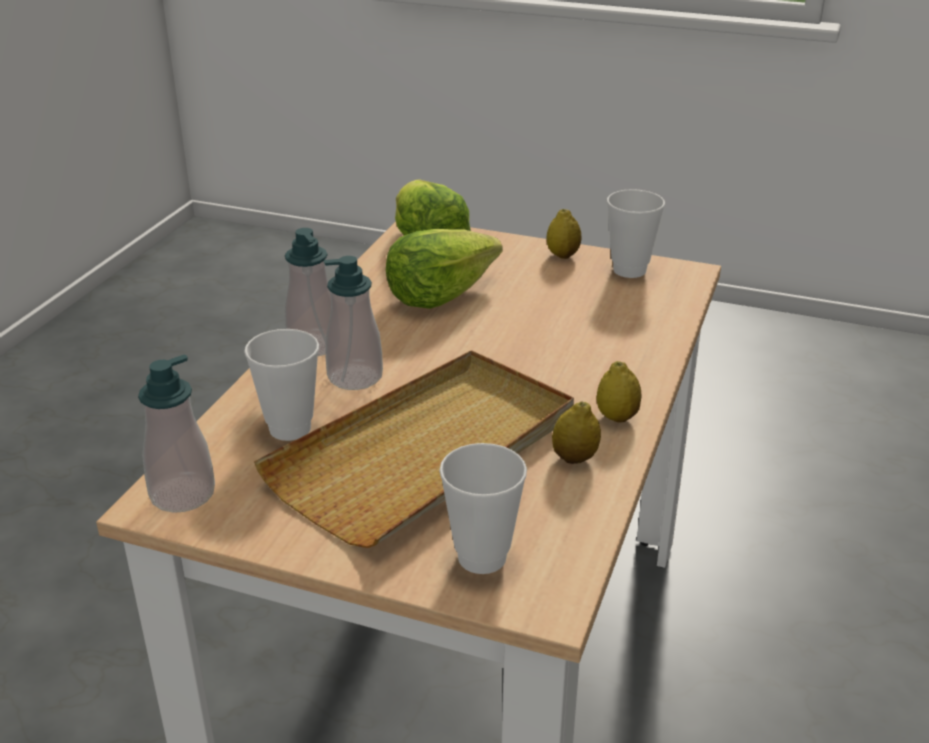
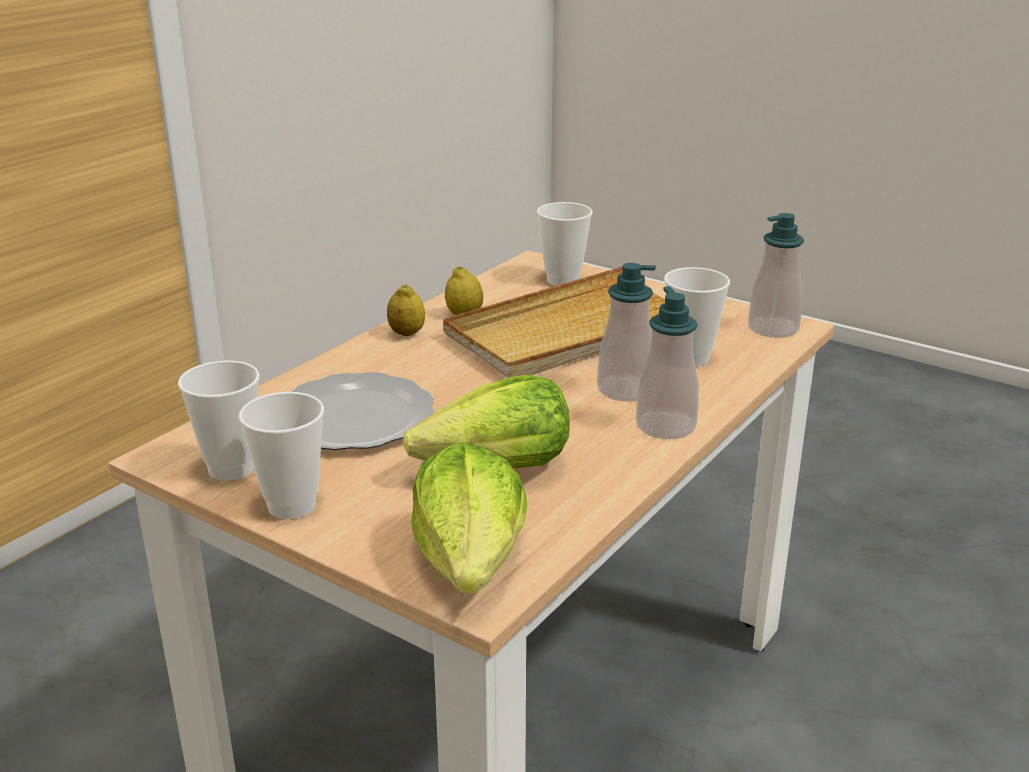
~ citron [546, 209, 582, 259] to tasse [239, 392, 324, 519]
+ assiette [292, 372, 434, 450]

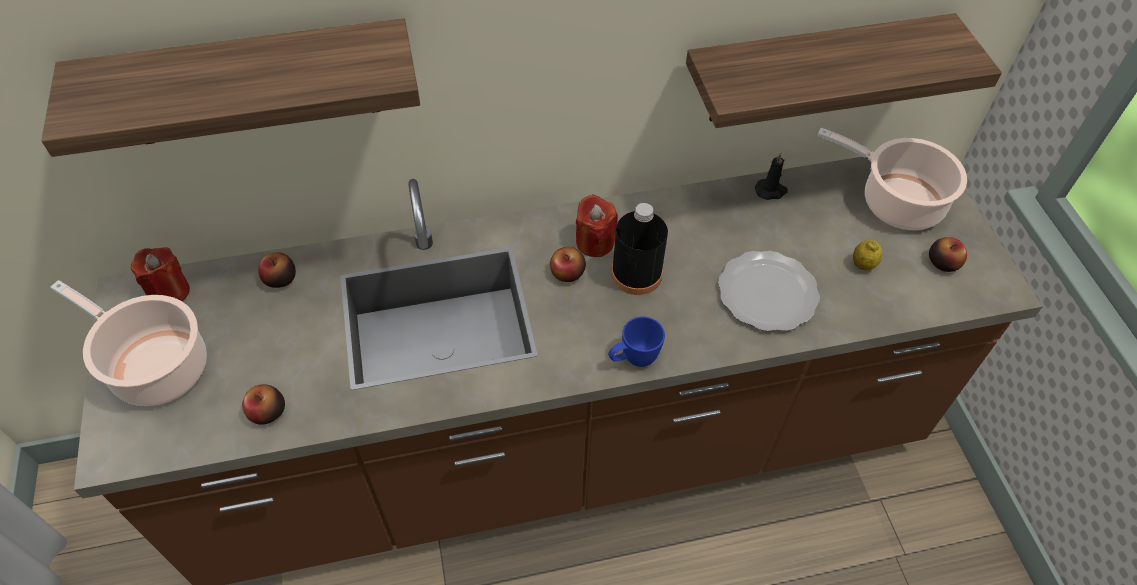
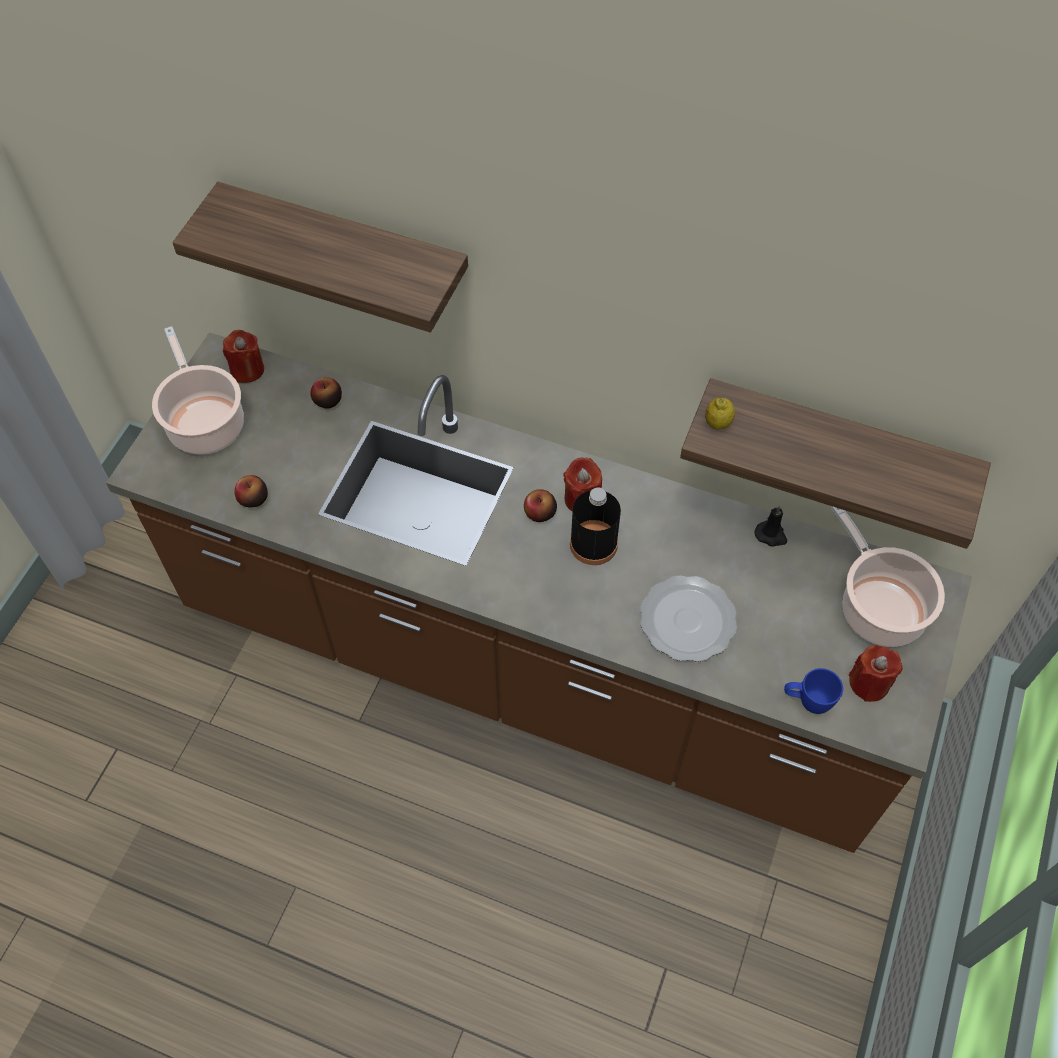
~ pomme [929, 237, 967, 272] to bougie (rouge) [849, 645, 903, 702]
~ citron [853, 240, 882, 270] to [705, 398, 735, 430]
~ mug (bleu) [608, 316, 665, 367] to [784, 668, 843, 714]

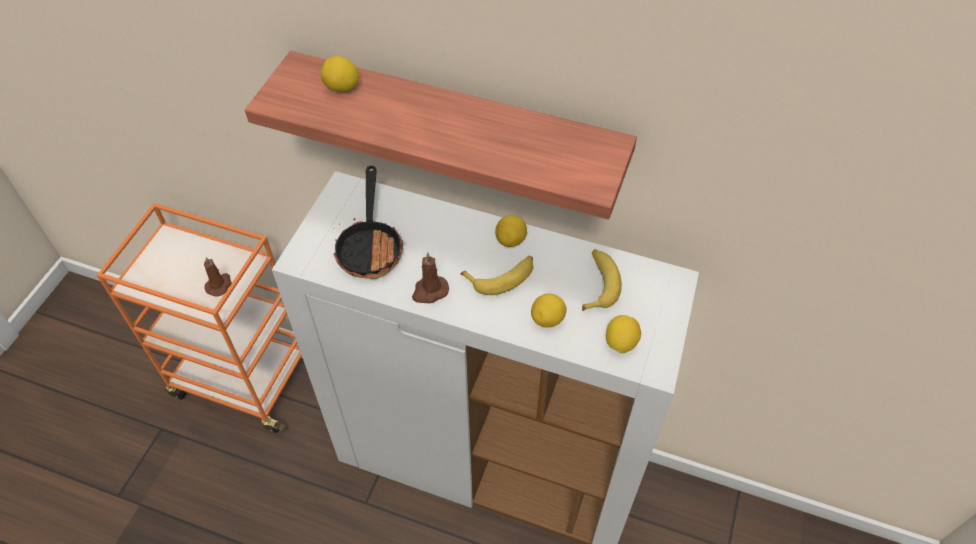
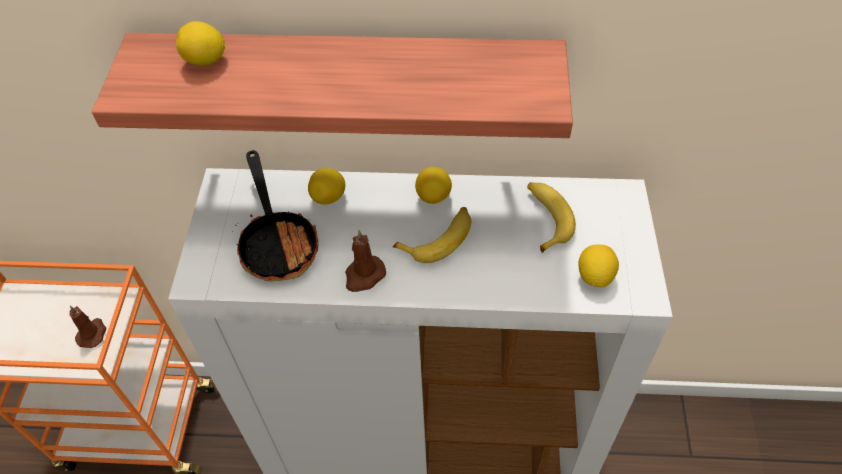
~ citron [531, 294, 566, 328] to [308, 168, 345, 205]

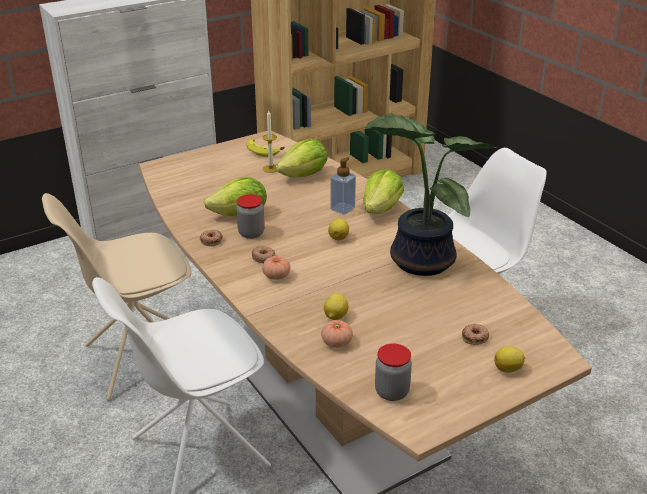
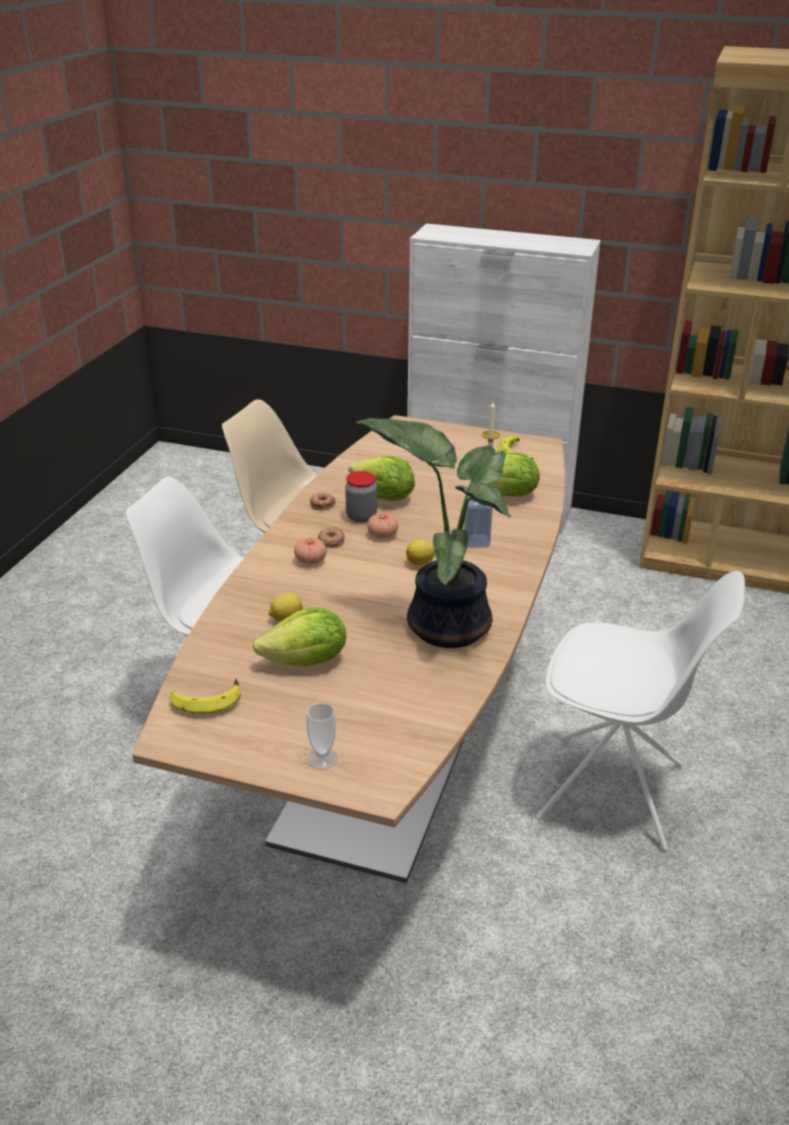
~ laitue [363, 169, 404, 214] to [253, 607, 346, 666]
~ tomate [321, 320, 353, 348] to [367, 513, 398, 539]
- beignet [462, 324, 489, 345]
~ bocal [375, 343, 412, 401] to banane [170, 678, 241, 714]
~ citron [494, 346, 525, 373] to tasse [306, 702, 338, 770]

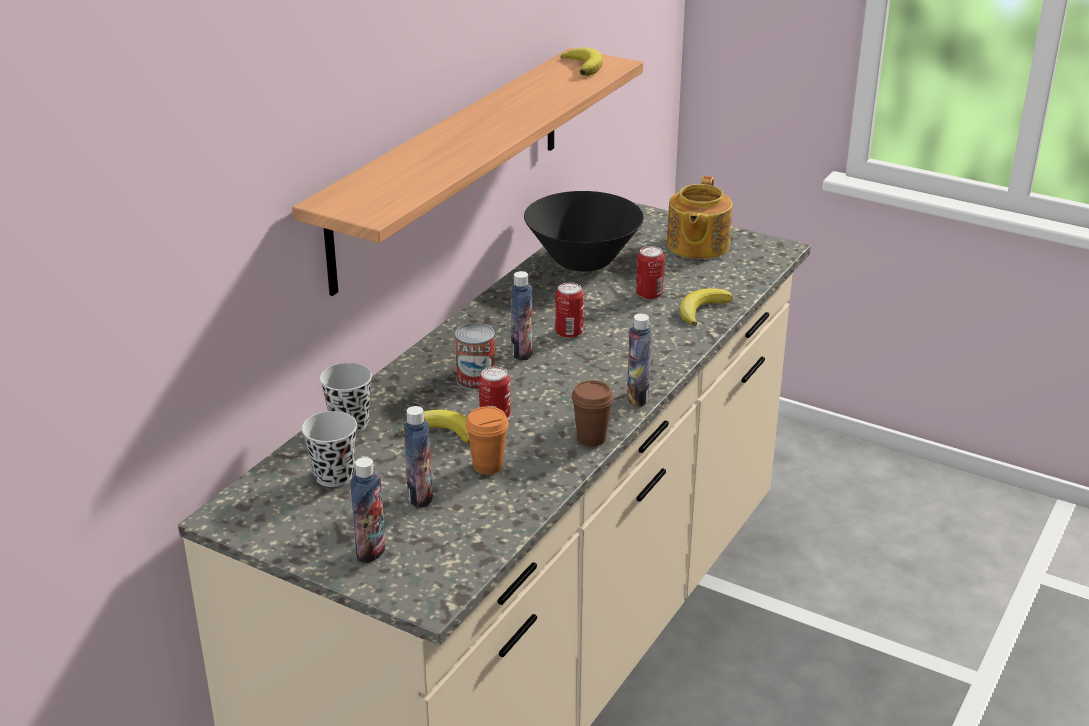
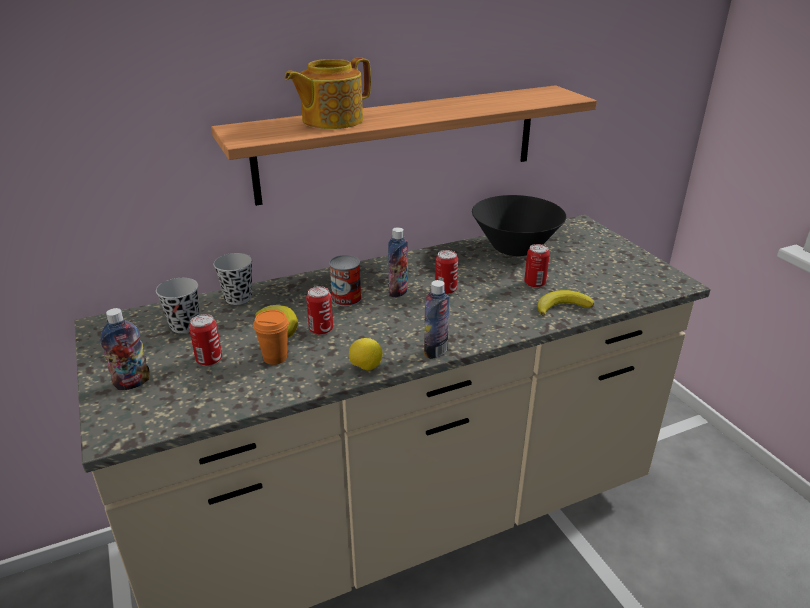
- banane [561, 47, 603, 76]
~ théière [667, 176, 732, 259] to [285, 57, 371, 129]
~ tasse (marron) [572, 380, 614, 447] to citron [349, 338, 383, 371]
~ bouteille [403, 406, 433, 508] to boîte métallique [189, 314, 222, 366]

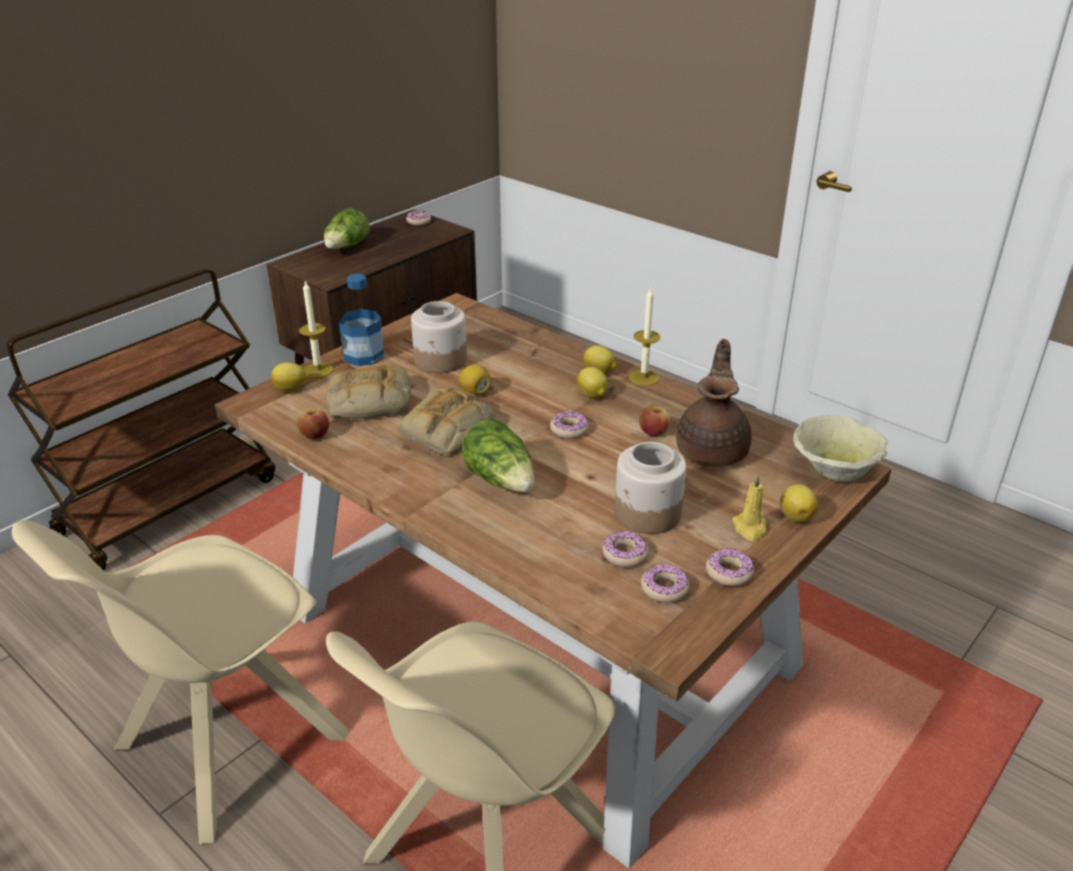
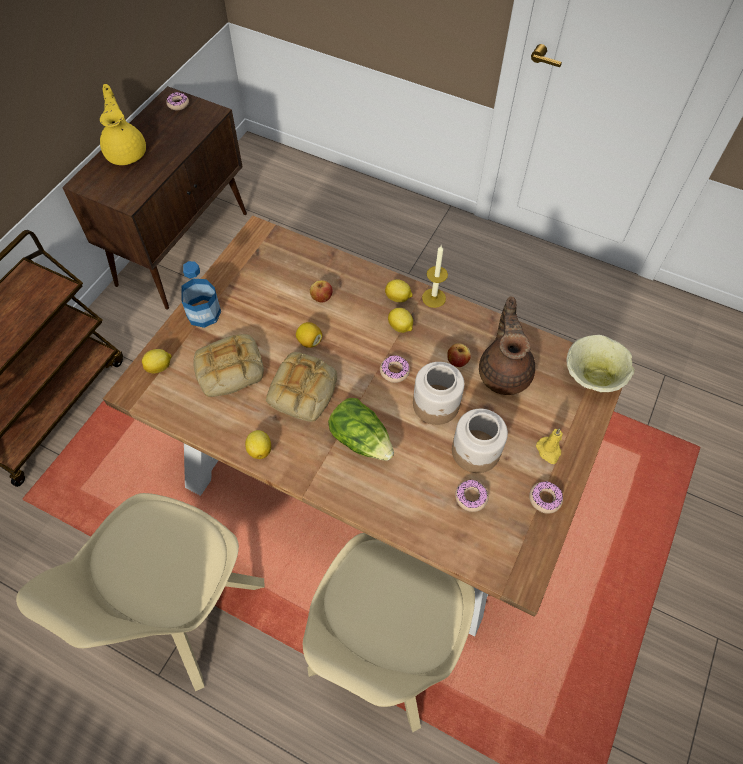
~ laitue [324, 208, 370, 249] to théière (jaune) [100, 84, 146, 165]
- bougie [299, 280, 334, 378]
~ bocal [411, 301, 467, 373] to [413, 362, 464, 425]
~ pomme [297, 409, 329, 440] to [310, 280, 333, 302]
~ citron [781, 484, 818, 522] to [245, 430, 271, 459]
- beignet [641, 564, 690, 603]

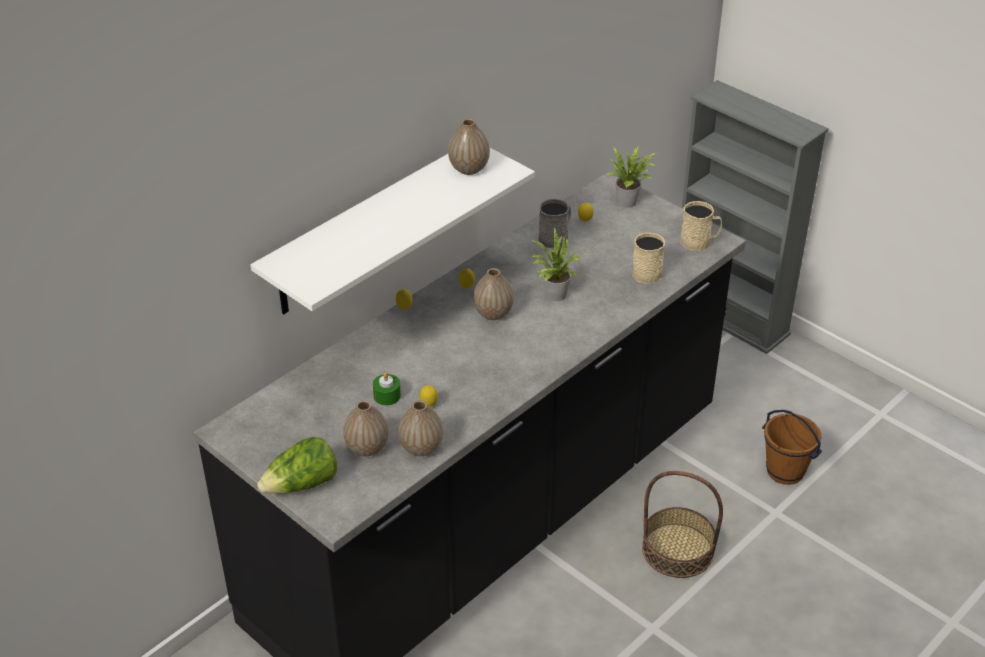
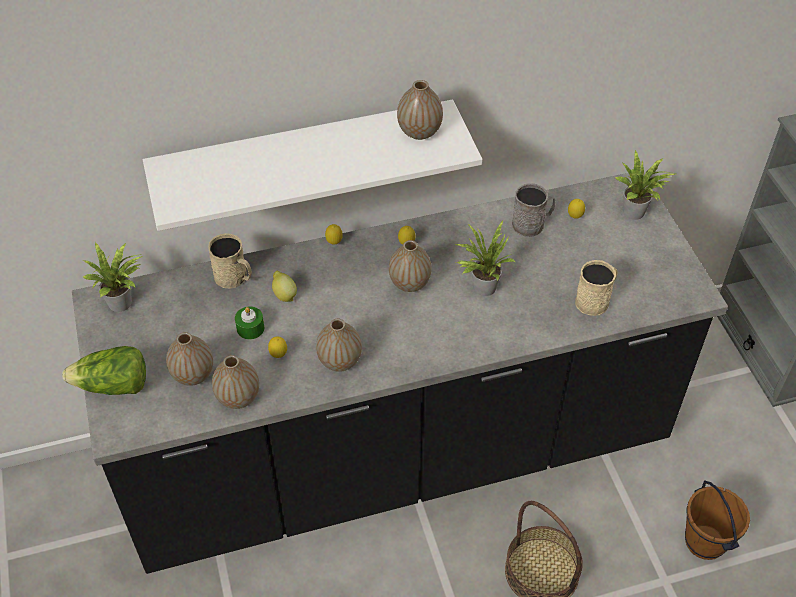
~ mug (beige) [680, 201, 722, 251] to [208, 233, 252, 288]
+ plante en pot [83, 242, 142, 312]
+ citron [272, 271, 297, 302]
+ vase [316, 319, 362, 372]

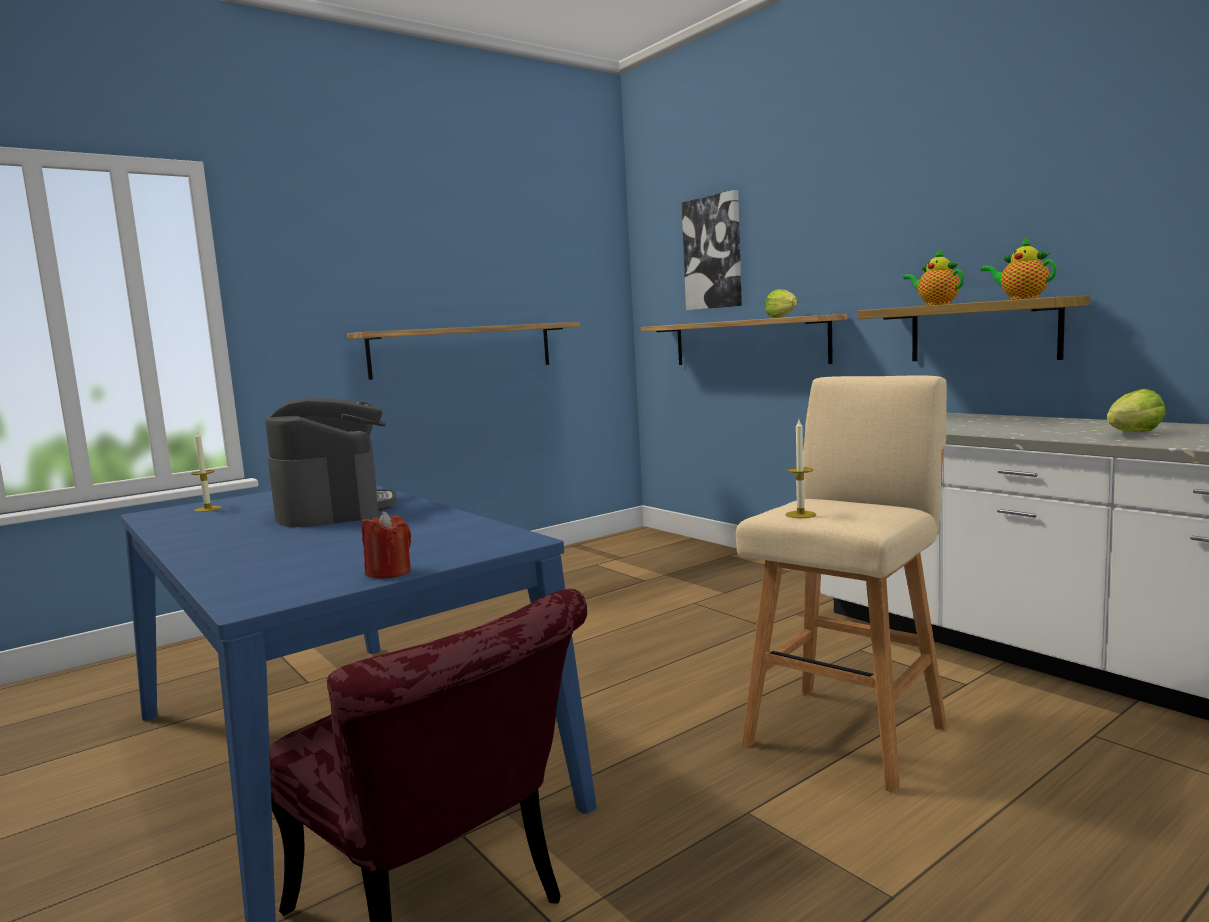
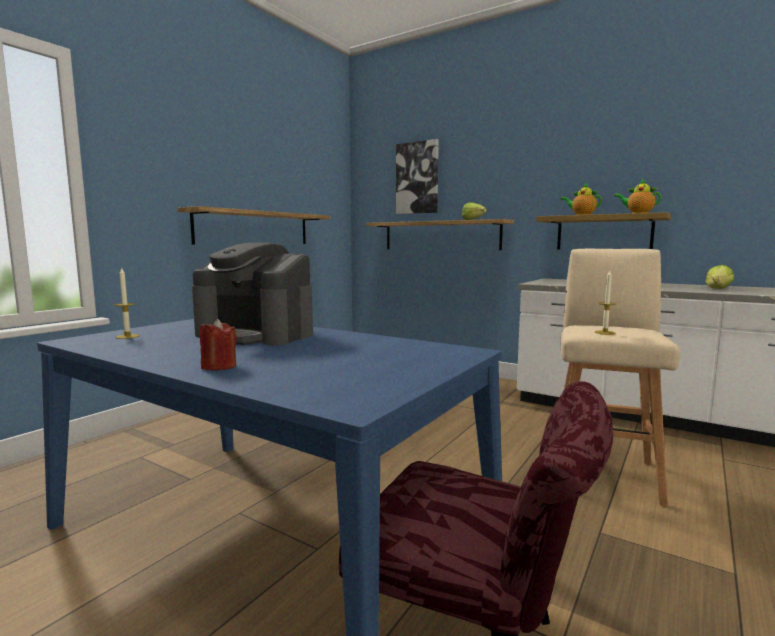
~ machine à café [265, 398, 397, 527] = [192, 243, 313, 345] 150 degrees clockwise
~ bougie (rouge) [362, 511, 411, 579] to [200, 319, 237, 371]

